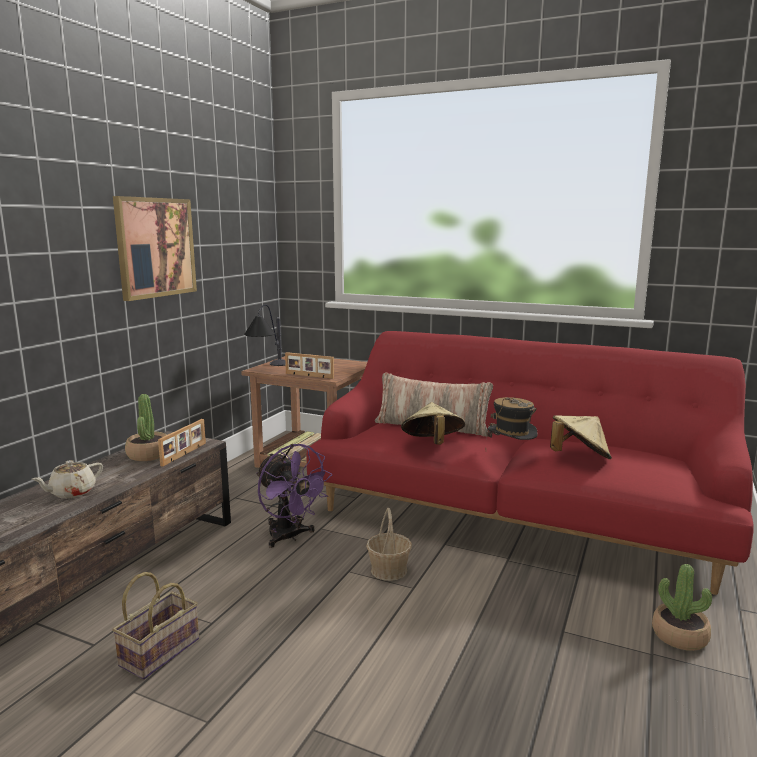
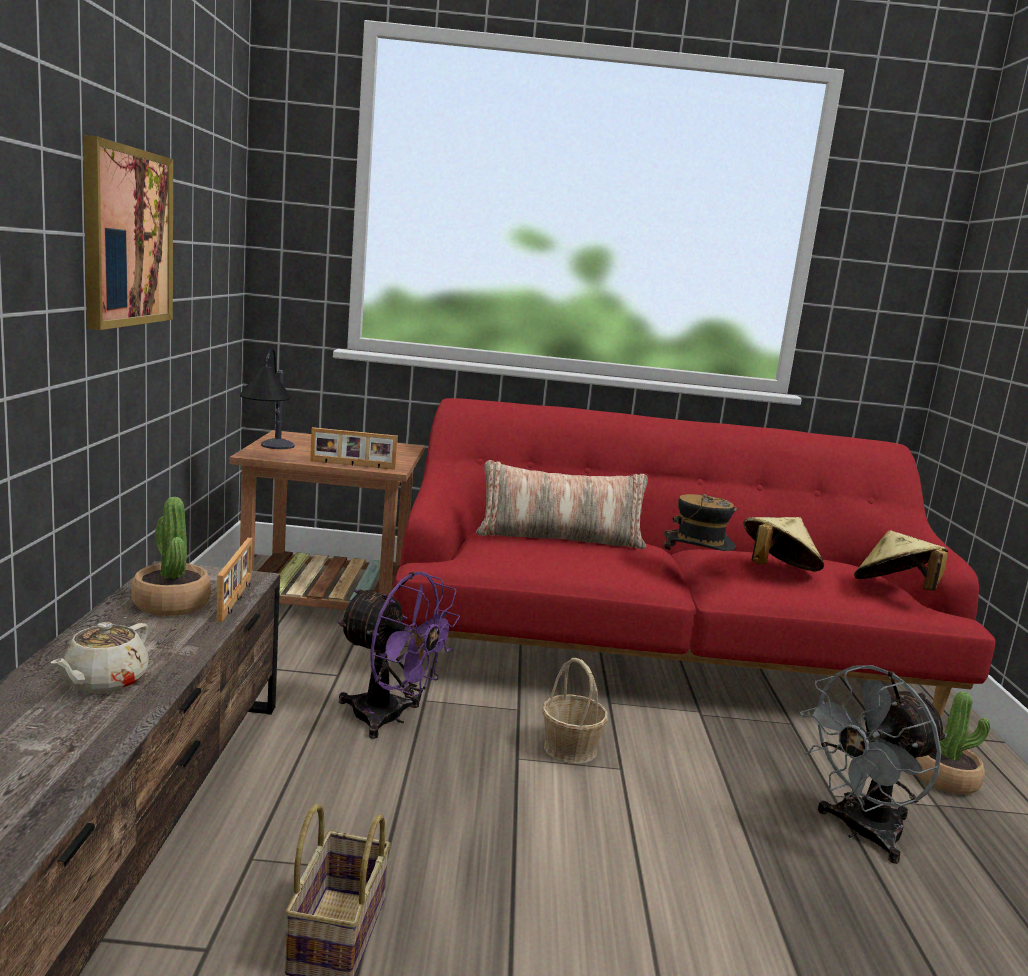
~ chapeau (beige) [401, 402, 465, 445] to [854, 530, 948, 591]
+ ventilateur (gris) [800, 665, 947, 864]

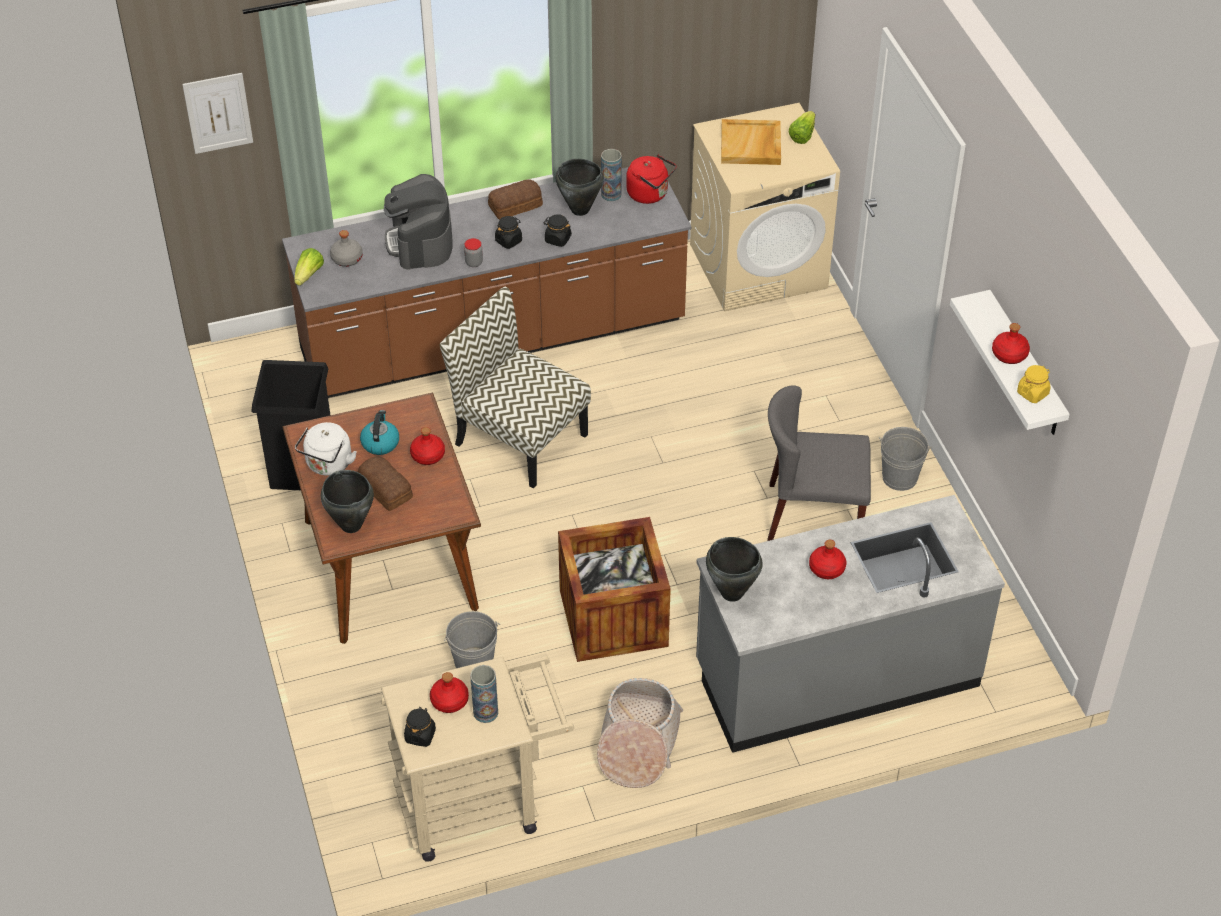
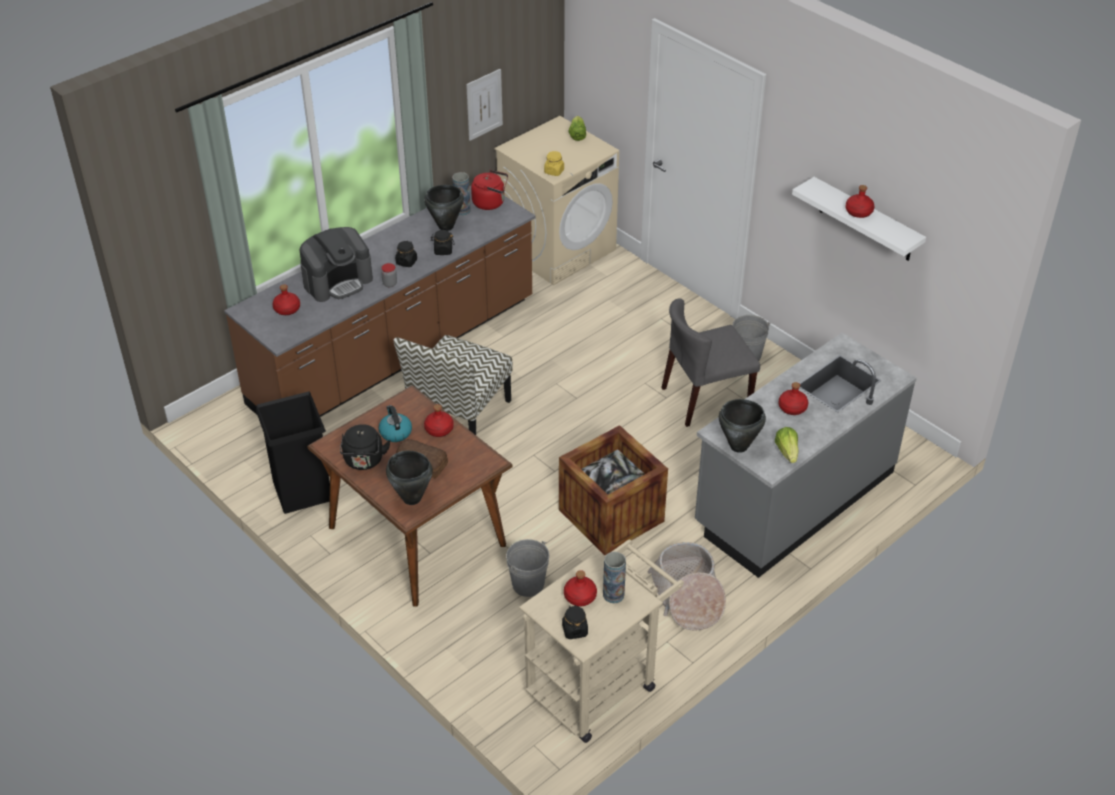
~ tableau [182, 73, 253, 154] to [466, 69, 503, 141]
- plateau (beige) [721, 119, 781, 165]
~ machine à café [384, 174, 453, 270] = [300, 227, 373, 302] 90 degrees counterclockwise
- pain [488, 179, 543, 220]
~ bouteille (gris) [330, 230, 363, 267] to bouteille (rouge) [272, 284, 300, 315]
~ laitue [294, 248, 324, 286] to [775, 427, 799, 463]
~ chaise [440, 287, 591, 489] = [393, 335, 513, 435] 75 degrees counterclockwise
~ bocal (jaune) [1017, 365, 1050, 403] to [544, 151, 564, 176]
~ bouilloire (blanc) [295, 422, 357, 475] to bouilloire (noir) [340, 424, 391, 470]

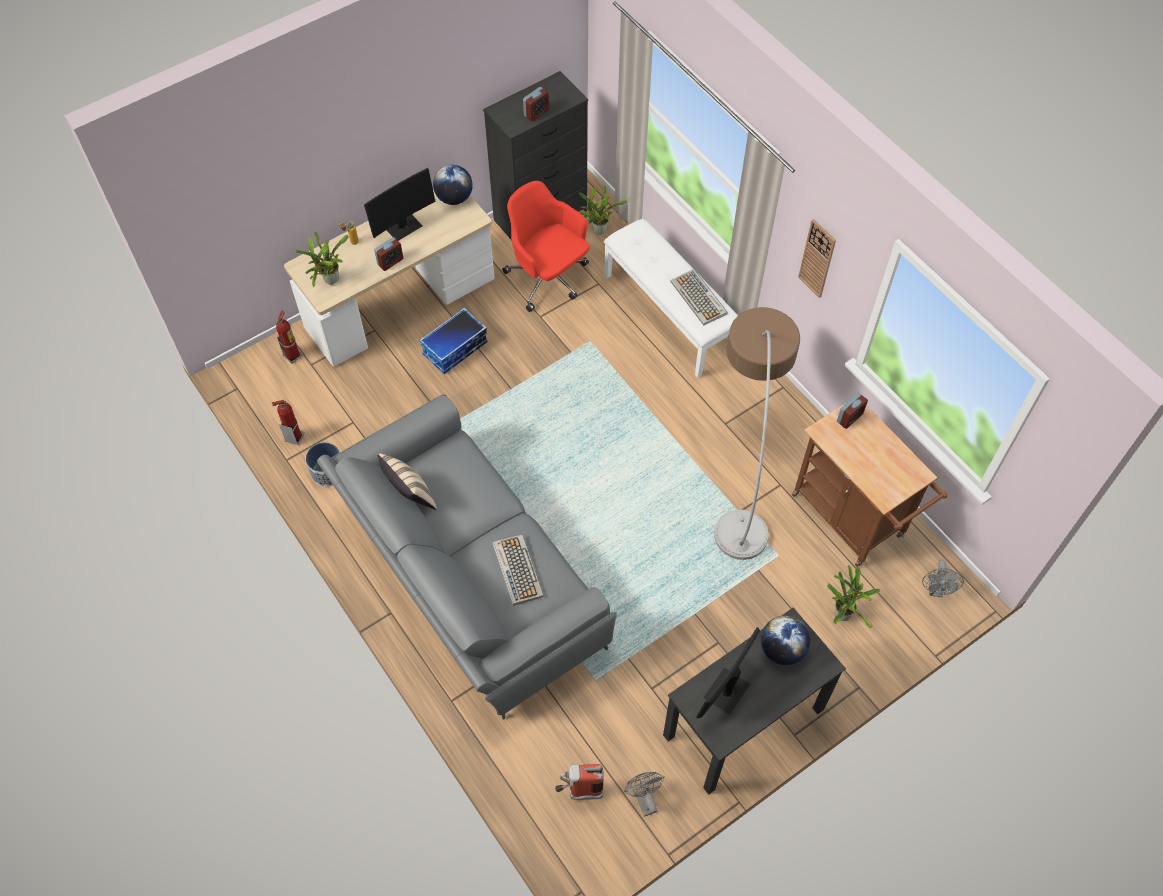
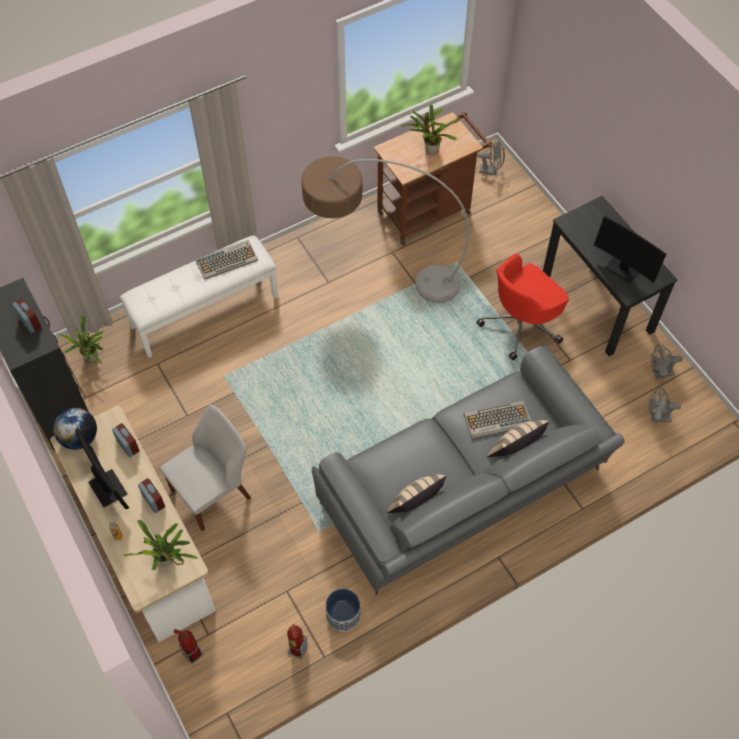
~ chaise de bureau (rouge) [502, 181, 590, 312] to [477, 253, 569, 361]
- horloge murale [798, 219, 836, 298]
~ boîte de rangement [419, 308, 488, 374] to chaise (blanc) [160, 404, 251, 531]
~ réveil [837, 393, 868, 429] to [112, 423, 140, 457]
~ plante en pot [827, 565, 881, 628] to [402, 104, 460, 155]
- globe [761, 616, 810, 665]
~ extincteur [555, 764, 604, 800] to ventilateur (gris) [649, 387, 681, 422]
+ coussin (beige) [487, 420, 549, 457]

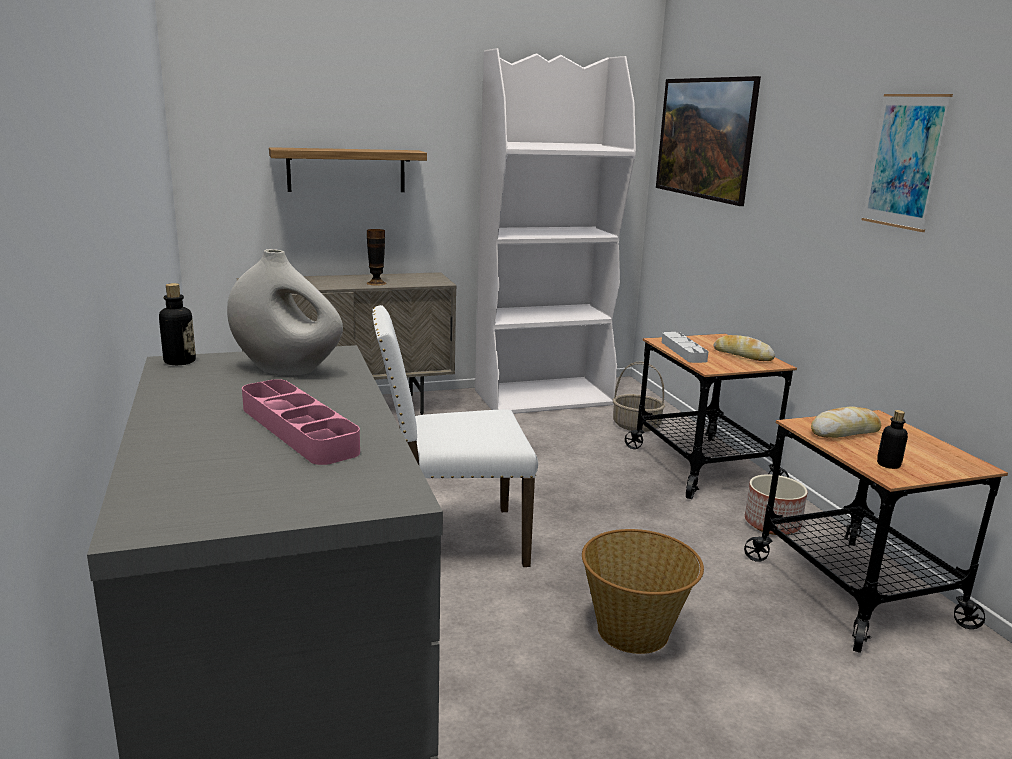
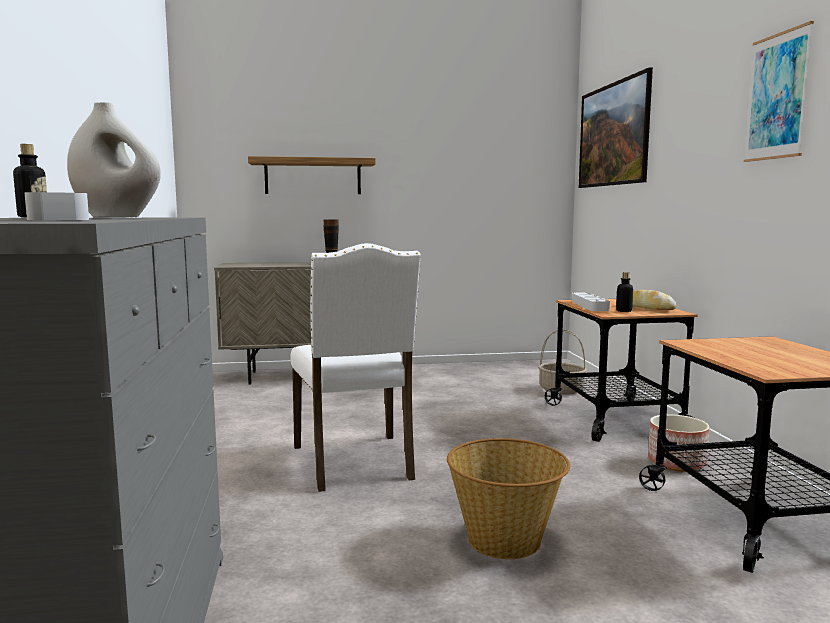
- bibliothèque (blanc) [475, 48, 636, 414]
~ chaise (blanc) [372, 305, 538, 567] = [290, 243, 421, 492] 105 degrees counterclockwise
~ plateau (rose) [242, 379, 360, 465] to plateau (gris) [24, 192, 89, 220]
- pain [811, 406, 881, 438]
~ bouteille [877, 410, 908, 469] to [616, 272, 633, 312]

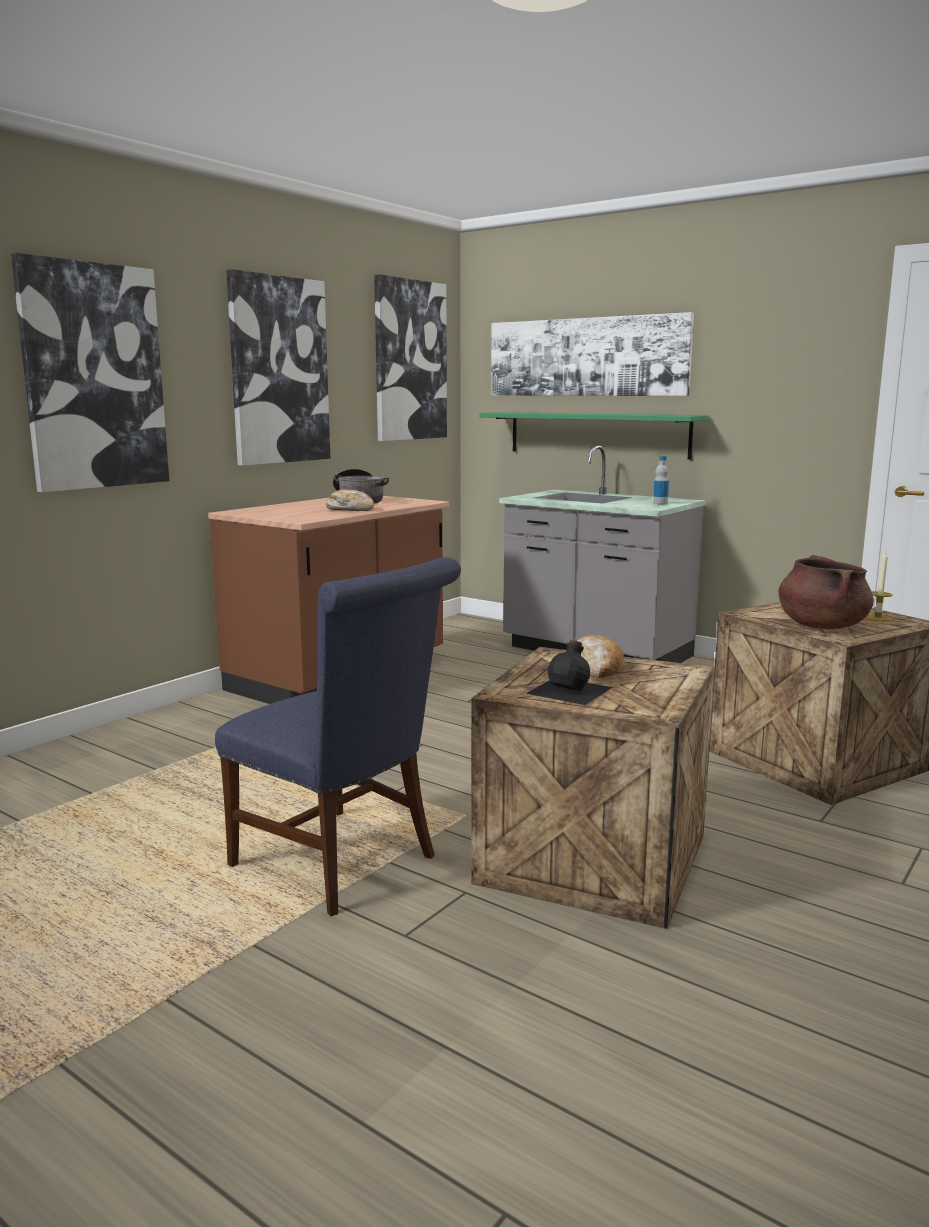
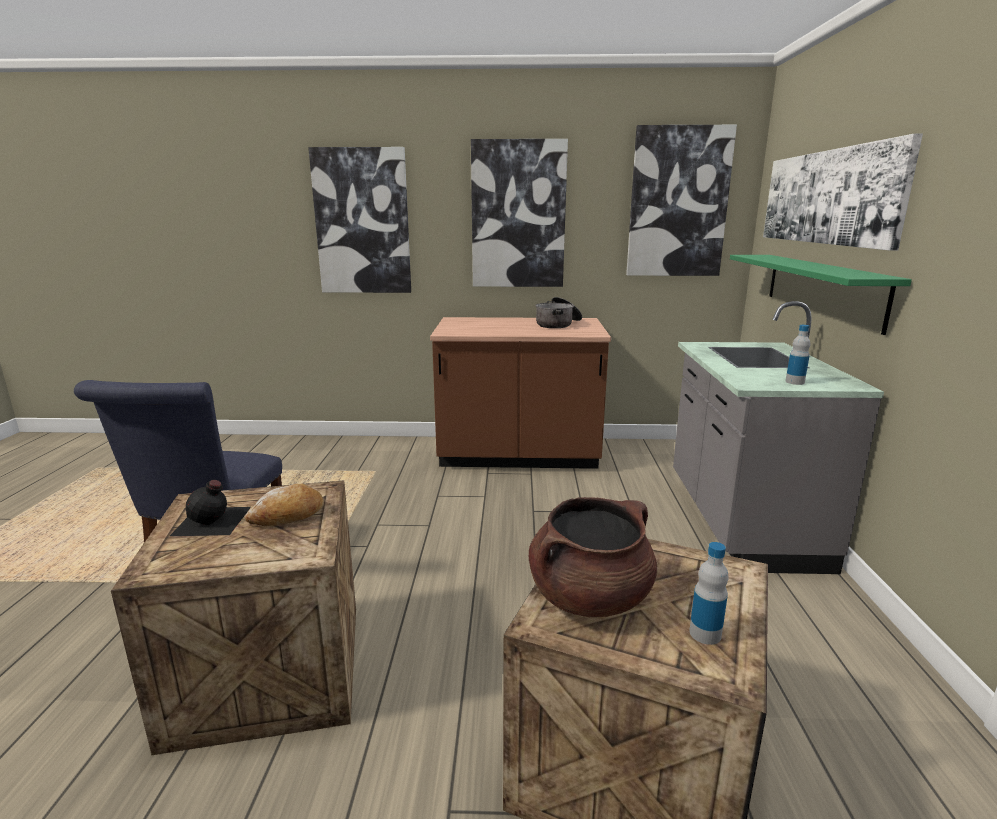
- pain [326, 490, 374, 511]
~ bougie [866, 550, 892, 621] to bouteille [689, 542, 729, 645]

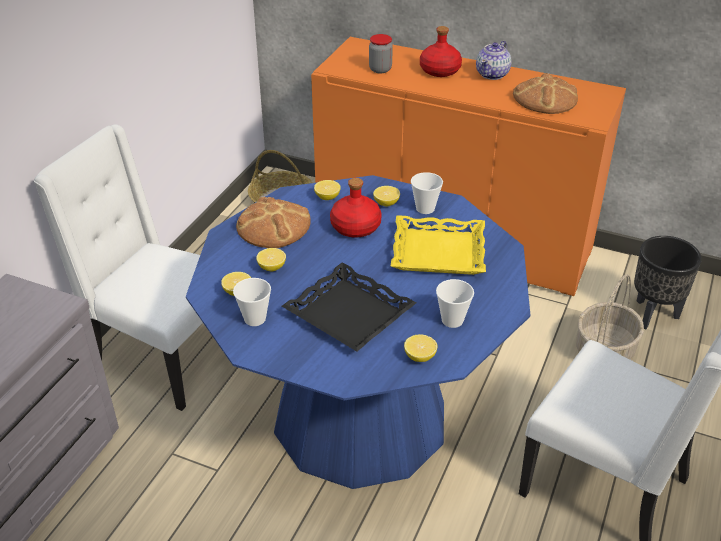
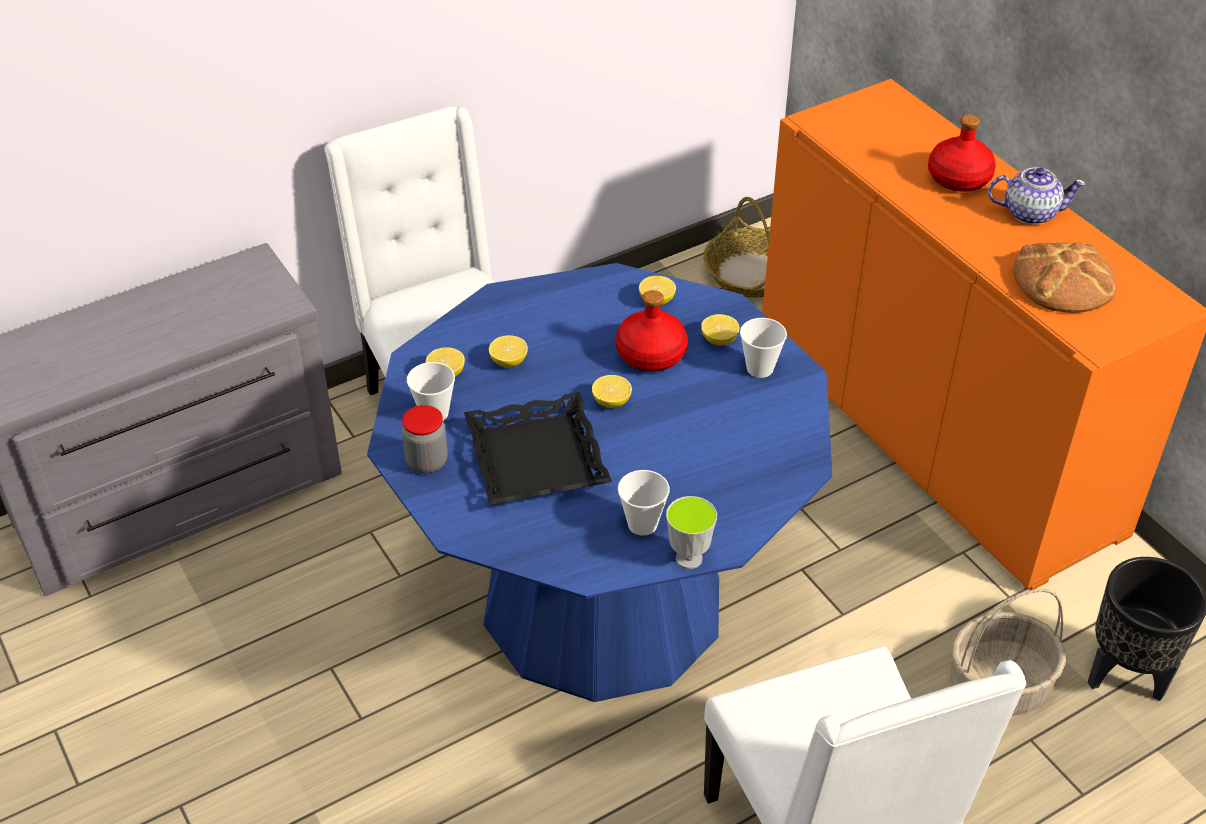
~ bocal [369, 34, 393, 74] to [402, 405, 448, 473]
~ théière [476, 41, 511, 80] = [988, 167, 1086, 225] 150 degrees counterclockwise
- pain [236, 197, 311, 248]
- plateau (jaune) [391, 215, 486, 275]
~ citron [404, 334, 437, 362] to [592, 375, 632, 408]
+ tasse [666, 496, 717, 569]

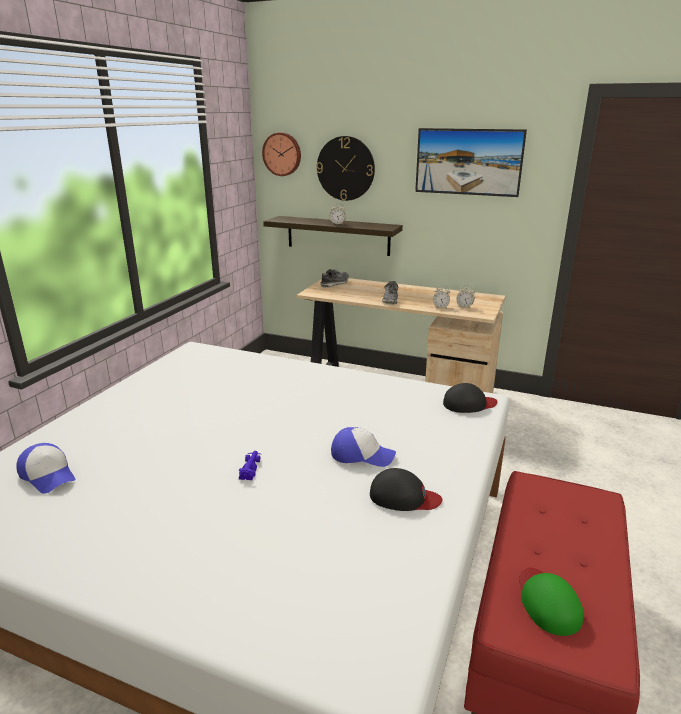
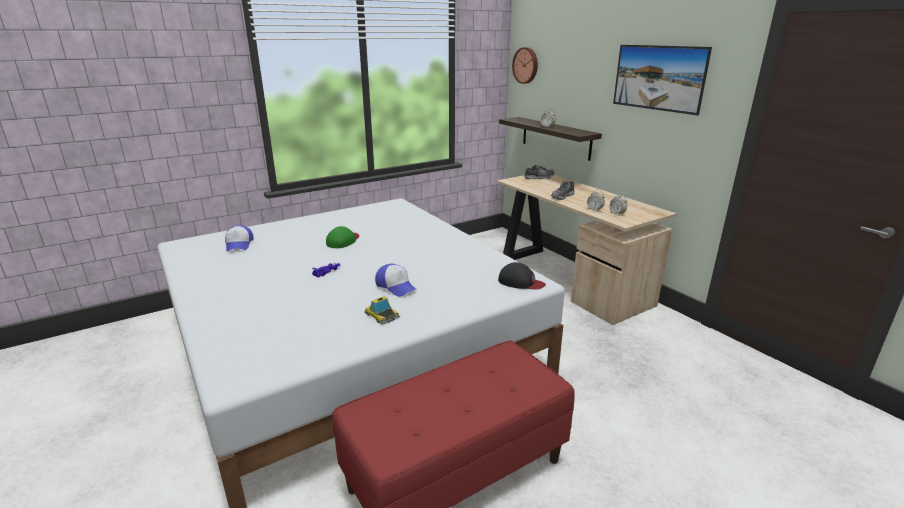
- horloge murale [316, 136, 375, 201]
~ casquette (noir) [370, 468, 443, 511] to petite voiture [364, 296, 400, 324]
~ casquette (vert) [519, 568, 584, 636] to [326, 226, 359, 248]

